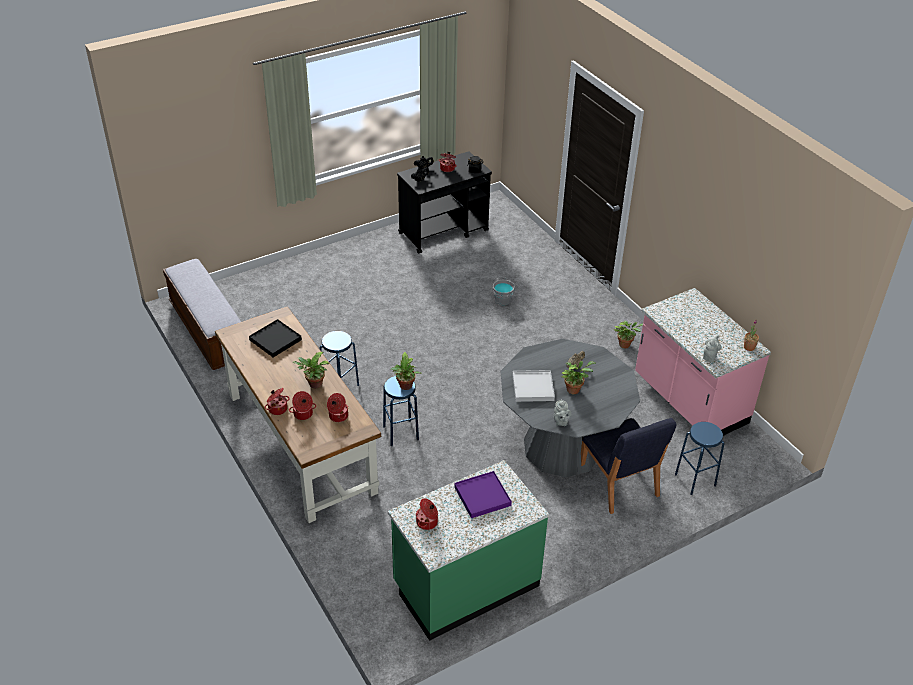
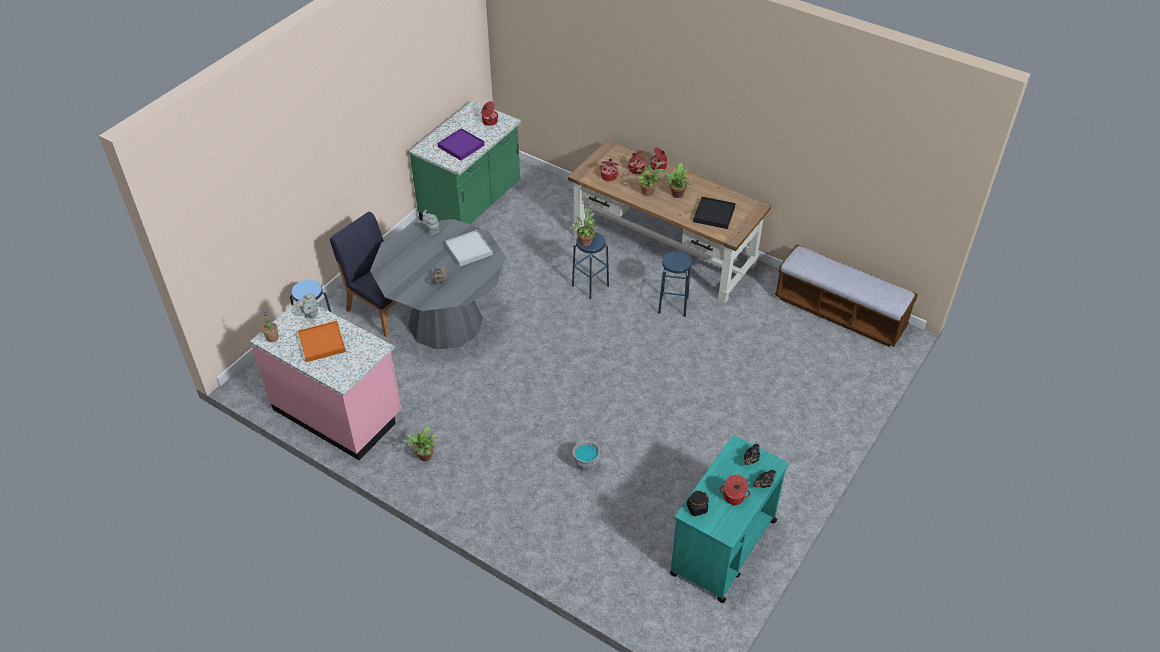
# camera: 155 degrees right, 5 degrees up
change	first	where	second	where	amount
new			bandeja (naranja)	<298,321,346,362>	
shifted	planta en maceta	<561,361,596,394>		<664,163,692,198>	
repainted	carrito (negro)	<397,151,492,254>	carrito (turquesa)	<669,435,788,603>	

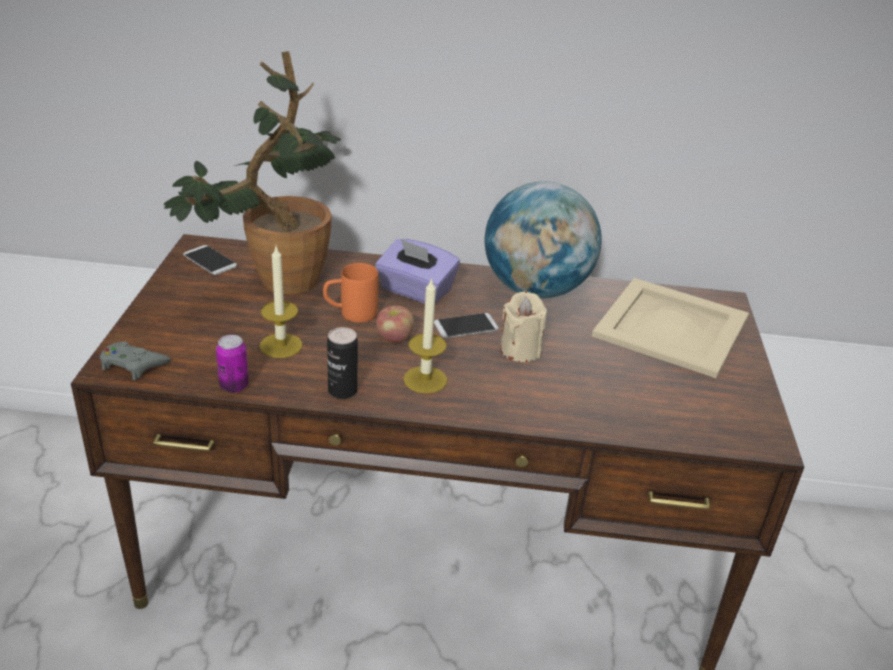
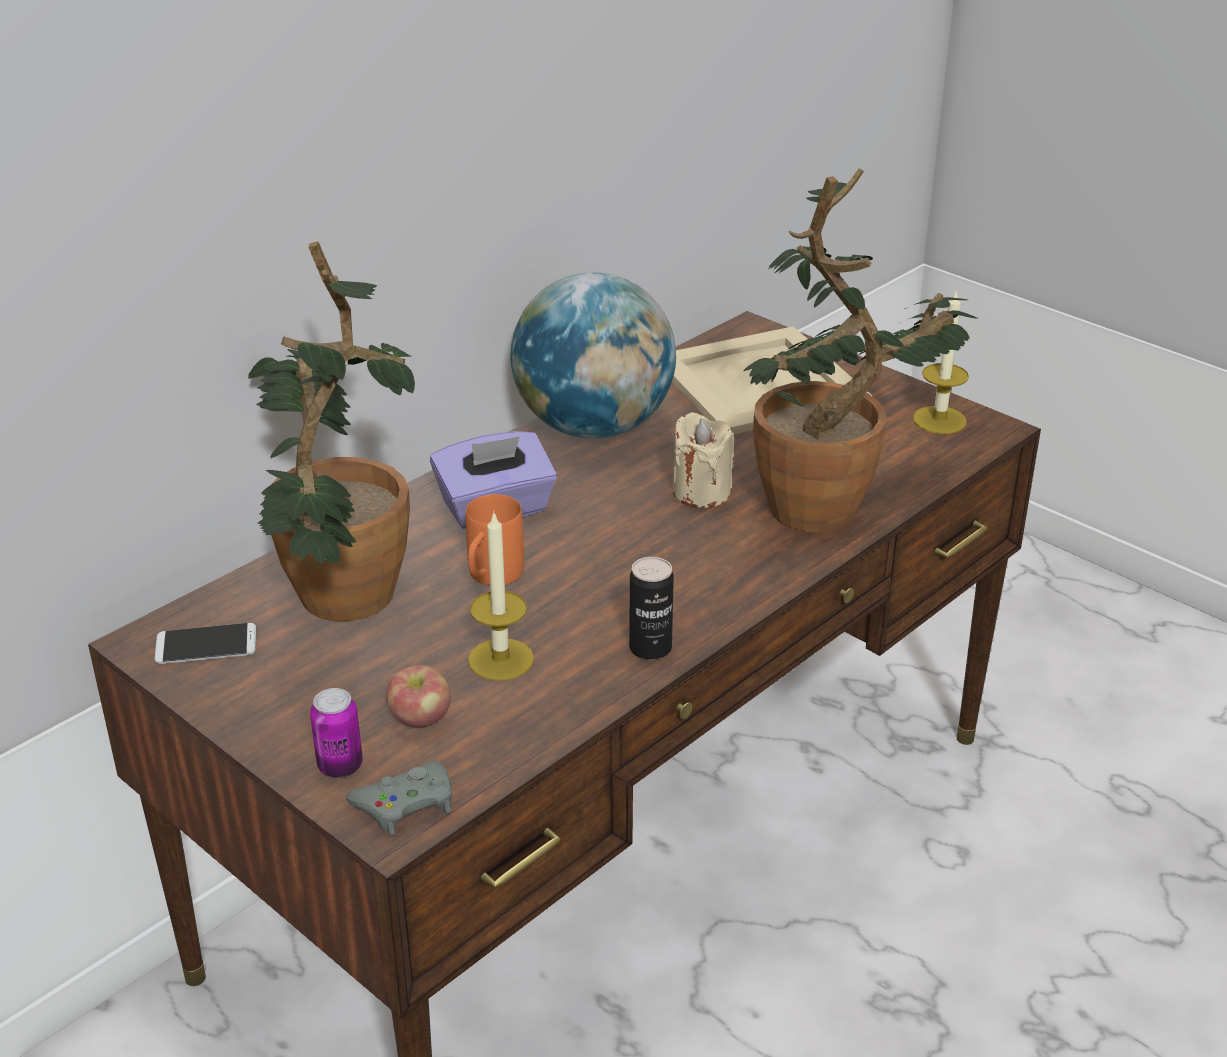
# camera: 50 degrees left, 0 degrees up
change	first	where	second	where	amount
gone	móvil	<434,313,499,338>			
new			planta en maceta	<744,168,977,533>	
shifted	lata	<216,335,249,393>		<310,688,363,778>	
shifted	manzana	<376,306,414,343>		<386,665,451,728>	
shifted	vela	<403,277,447,394>		<913,289,969,434>	

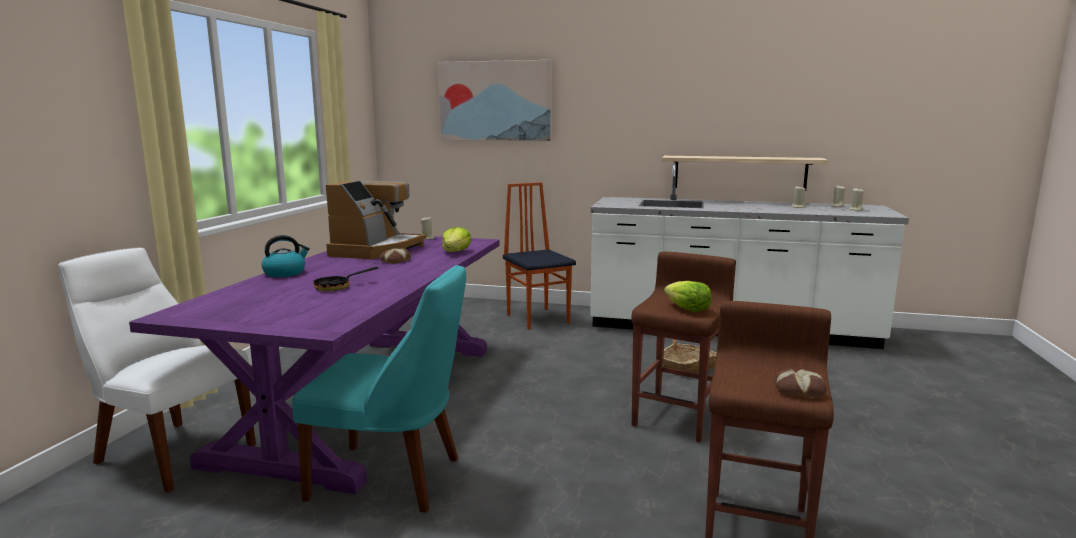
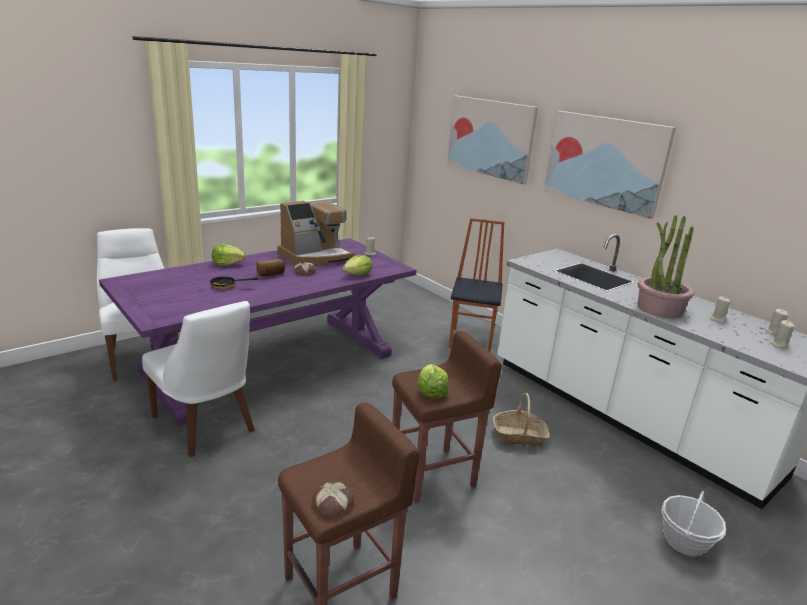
# camera: 35 degrees right, 10 degrees up
change	first	where	second	where	amount
gone	estante	<662,156,828,191>			
new			pan	<257,259,285,277>	
new			cuadro	<544,111,676,219>	
new			planta en maceta	<637,215,694,318>	
new			cesta	<661,491,726,557>	
swapped	hervidor	<262,235,310,277>	lechuga	<212,244,246,266>	
repainted	silla (turquesa)	<292,265,466,513>	silla (blanco)	<142,301,255,457>	

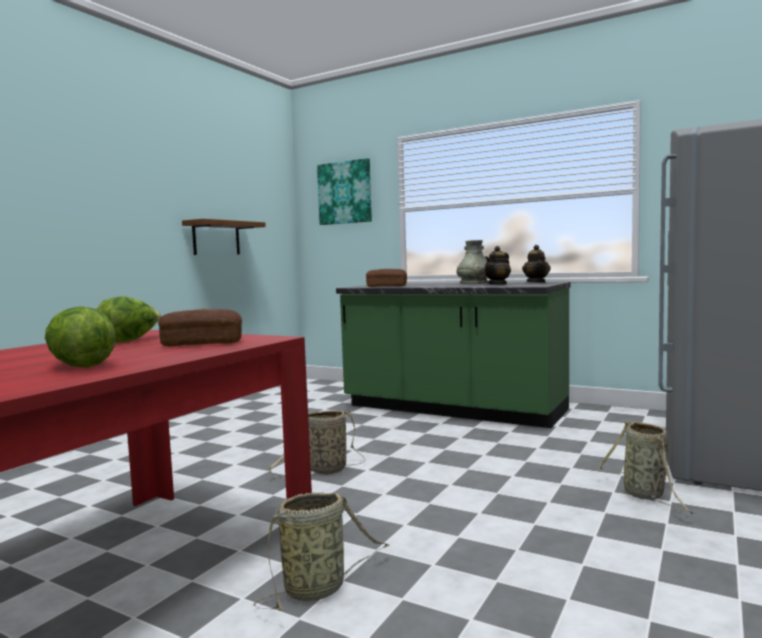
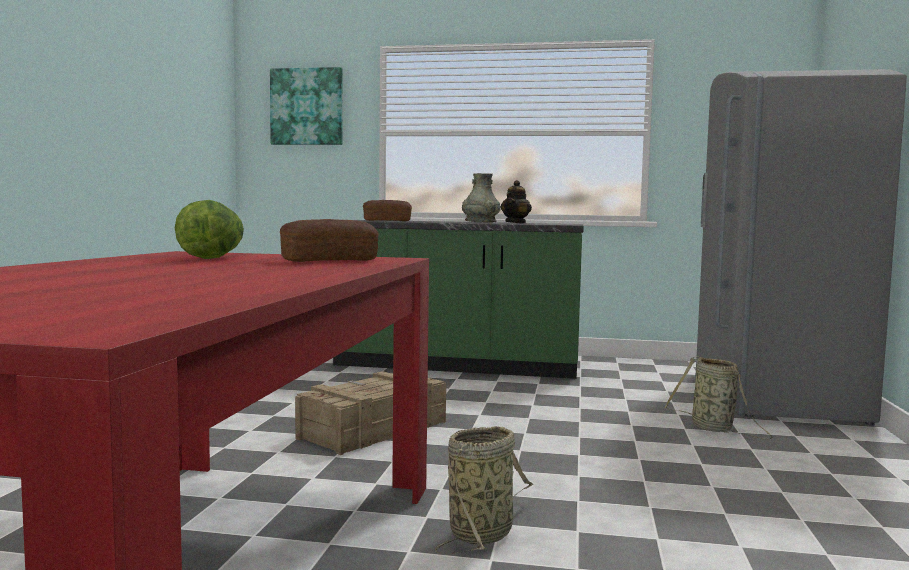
# camera: 20 degrees left, 0 degrees up
change	first	where	second	where	amount
gone	lechuga	<45,306,116,367>			
gone	estante (marrón)	<182,219,266,255>			
gone	tetera	<522,245,551,283>			
swapped	cesta	<268,410,366,479>	caja de embalaje	<295,372,446,455>	

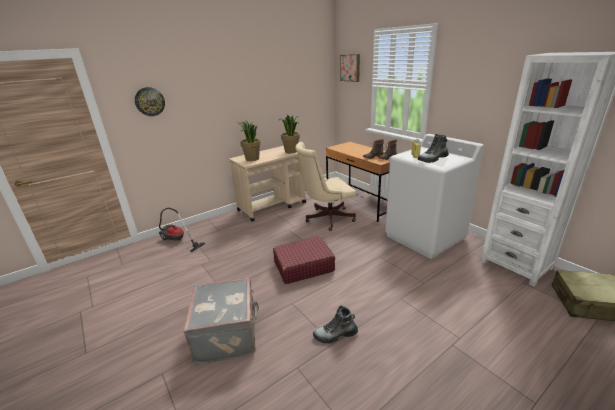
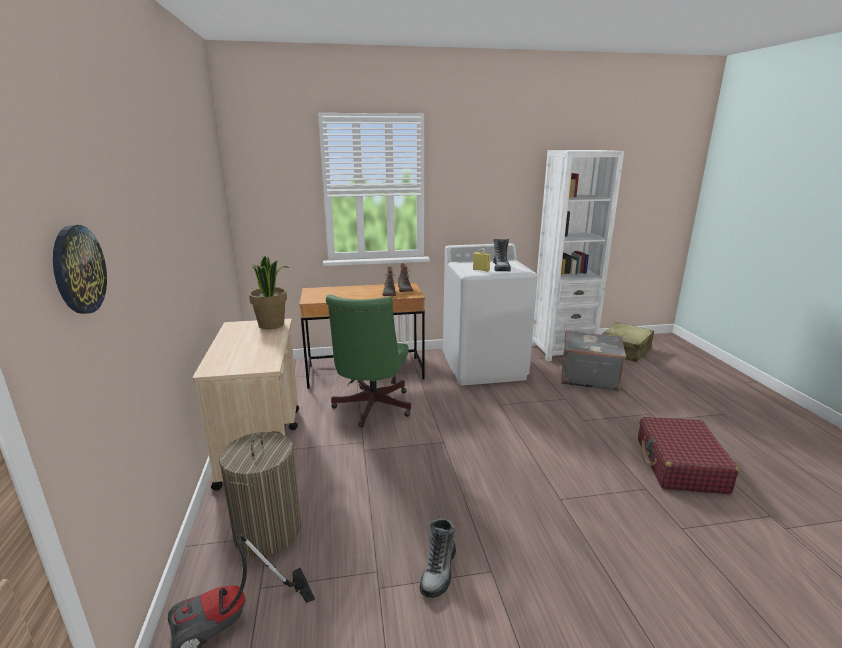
# camera: 65 degrees left, 5 degrees down
change	first	where	second	where	amount
gone	planta en maceta	<237,120,261,161>			
gone	cuadro	<340,54,360,82>			
new			cesto de la ropa	<219,431,301,556>	
shifted	maleta (gris)	<184,278,259,364>		<561,330,626,391>	
shifted	maleta (rojo)	<273,236,335,284>		<638,417,739,494>	
shifted	bota	<313,305,358,343>		<420,518,456,598>	
repainted	silla de oficina (beis)	<295,142,356,231>	silla de oficina (verde)	<326,295,411,428>	

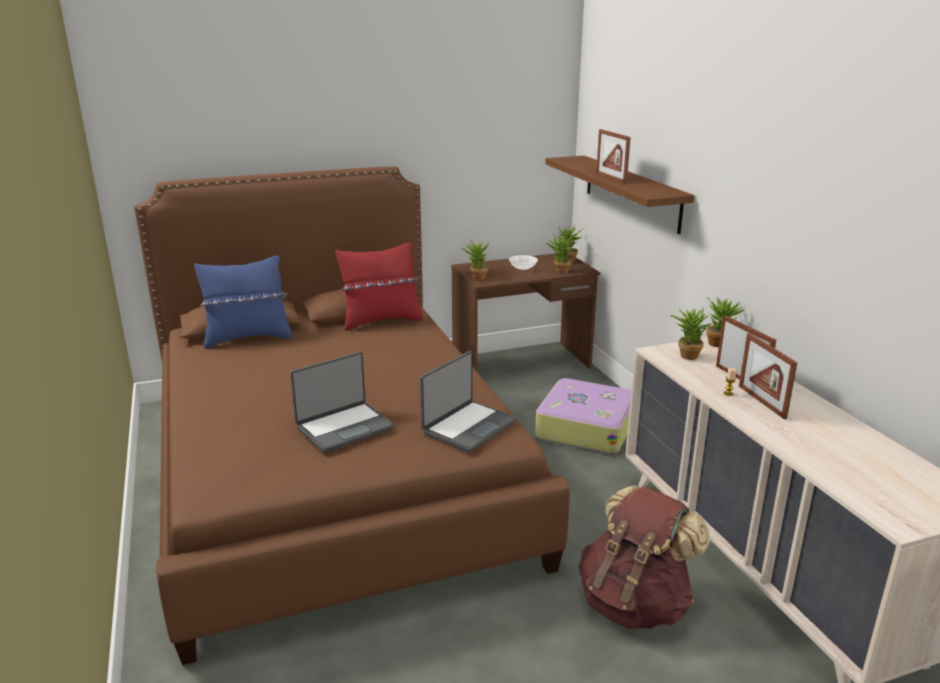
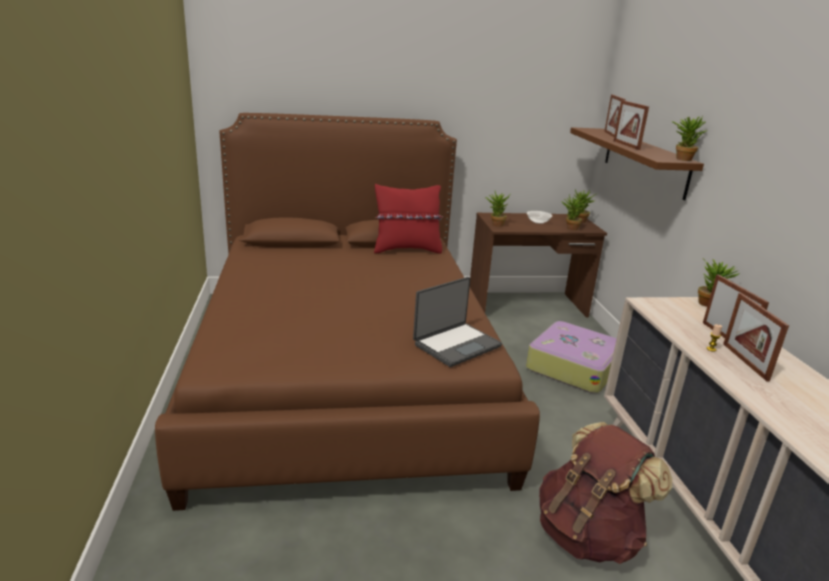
# camera: 10 degrees right, 0 degrees up
change	first	where	second	where	amount
gone	cojín (azul)	<194,256,291,348>			
gone	portátil	<290,352,394,453>			
new			portarretratos	<604,95,625,137>	
shifted	planta en maceta	<670,305,711,360>		<672,115,708,161>	

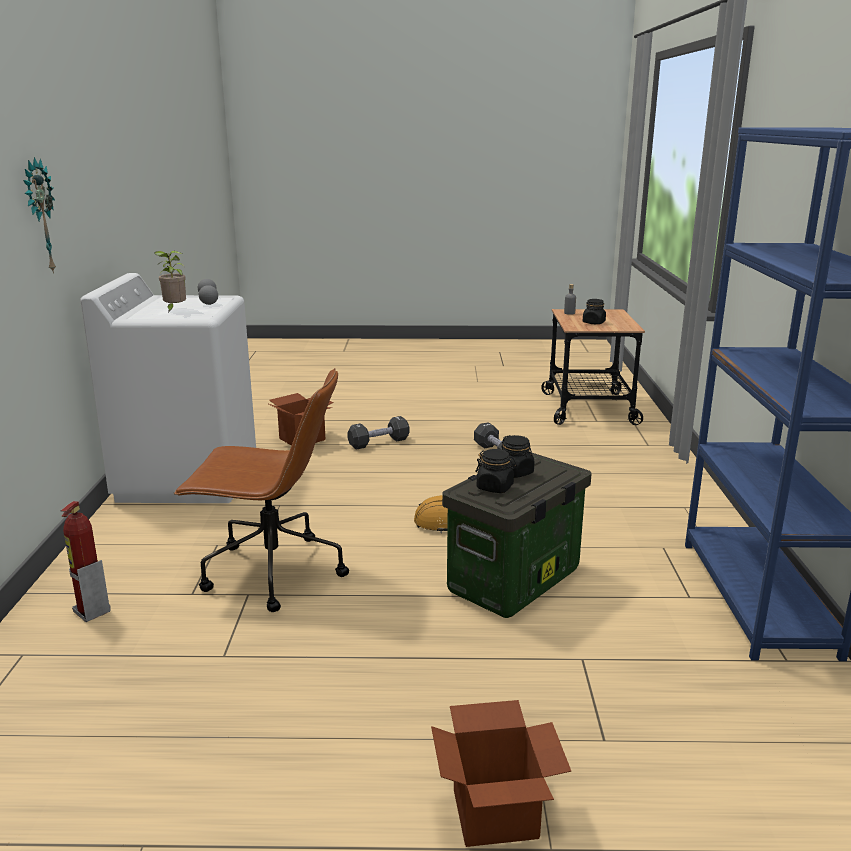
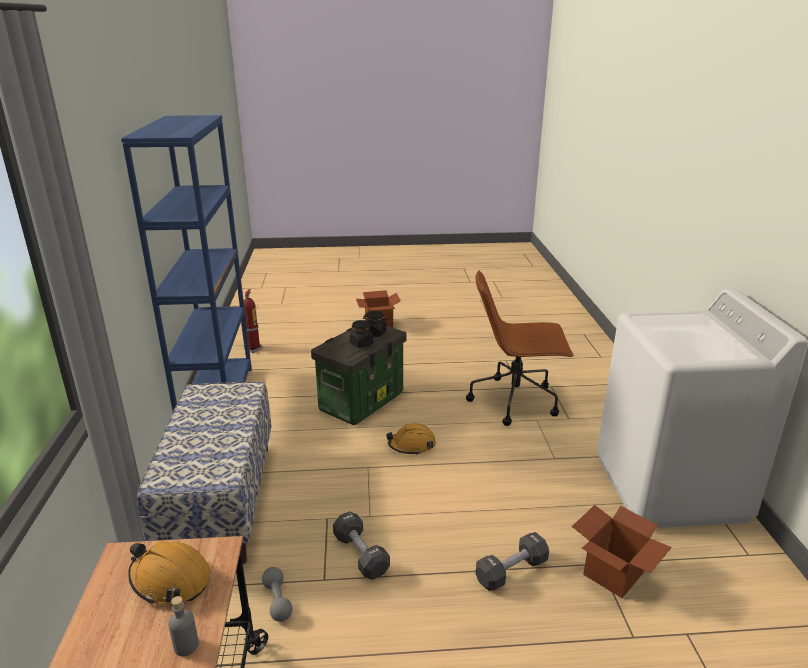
# camera: 175 degrees right, 5 degrees up
change	first	where	second	where	amount
gone	reloj de pared	<23,157,56,274>			
gone	planta en maceta	<154,251,186,313>			
new			banco	<137,382,272,564>	
shifted	extintor	<61,501,110,622>		<241,289,263,353>	
shifted	mancuerna (gris)	<198,279,218,305>		<262,567,293,622>	
swapped	tarro (negro)	<583,299,606,324>	casco (naranja)	<128,541,211,604>	

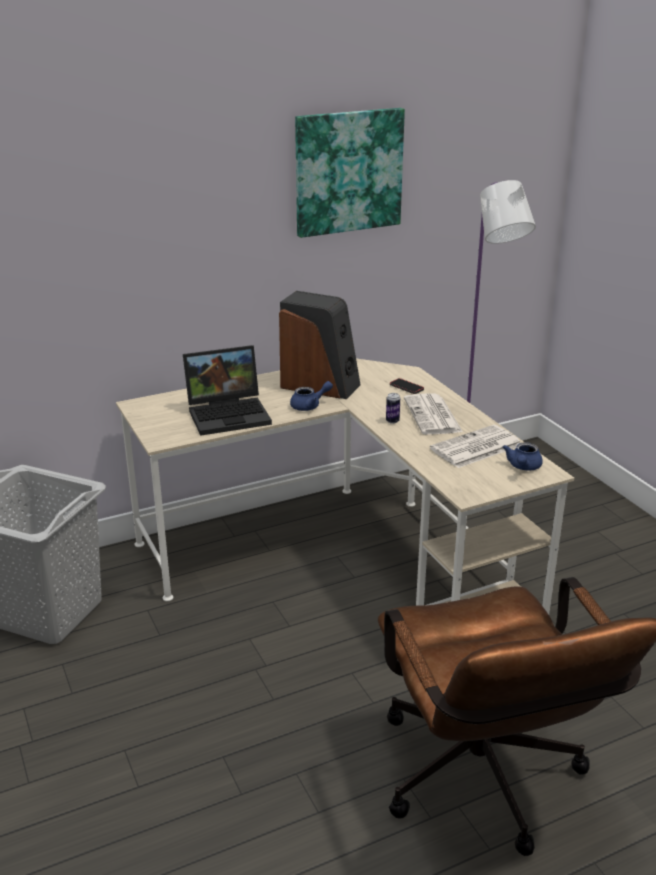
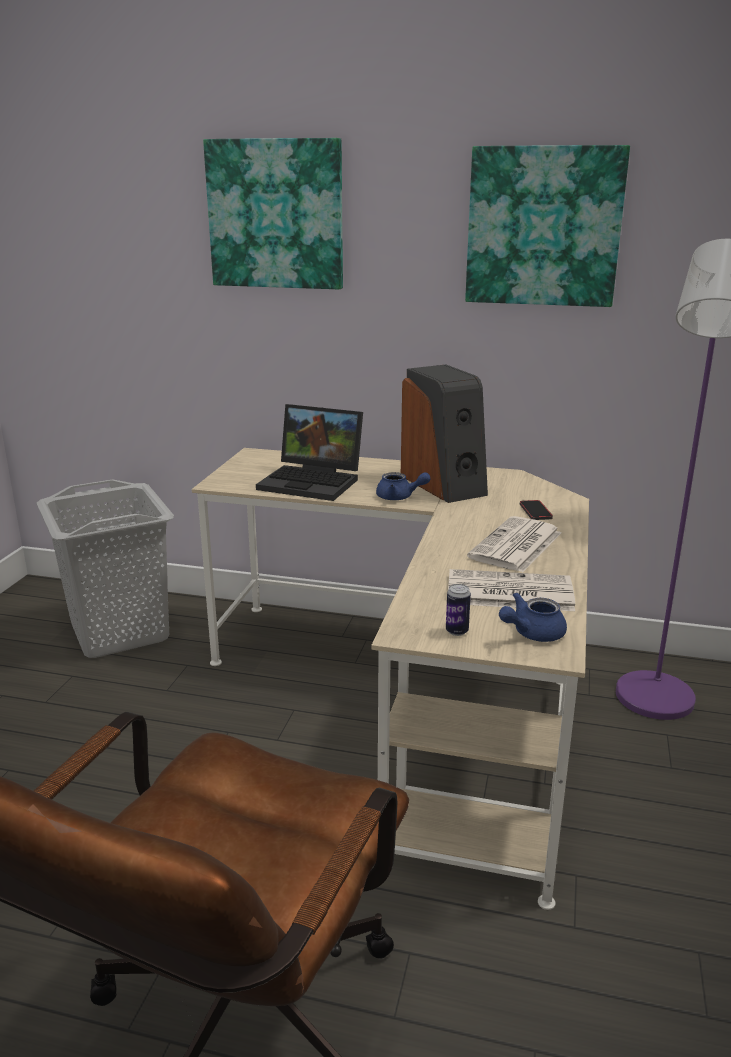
# camera: 40 degrees right, 5 degrees down
change	first	where	second	where	amount
new			cuadro	<203,138,343,290>	
shifted	lata	<386,393,400,424>		<446,584,471,636>	

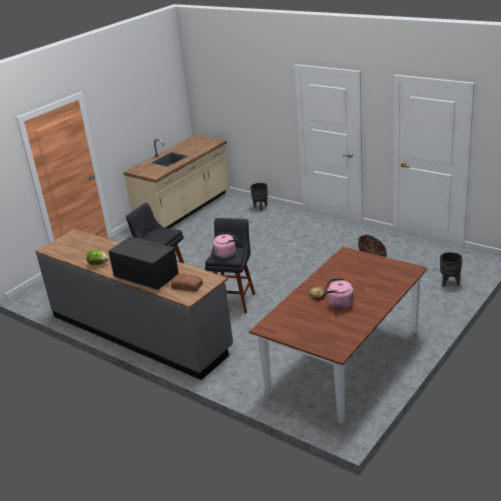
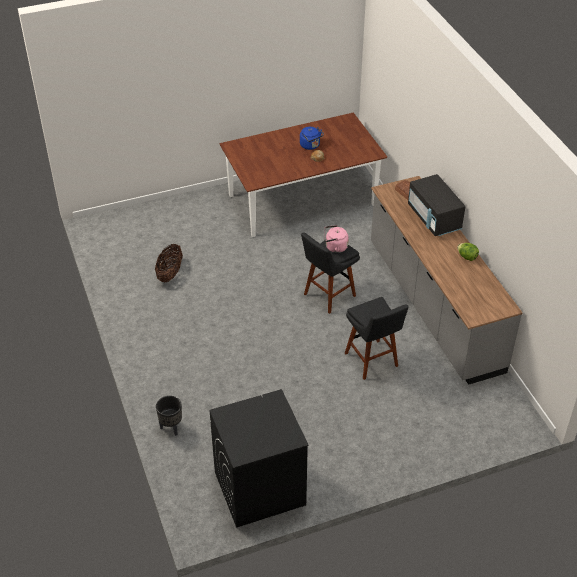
# camera: 150 degrees left, 15 degrees up
change	first	where	second	where	amount
gone	maceta (negro)	<440,252,462,287>			
swapped	mueble bajo de cocina (beis)	<123,135,229,229>	lavadora (negro)	<209,389,309,528>	
repainted	hervidor (rosa)	<324,278,354,309>	hervidor (azul)	<300,127,324,150>	

